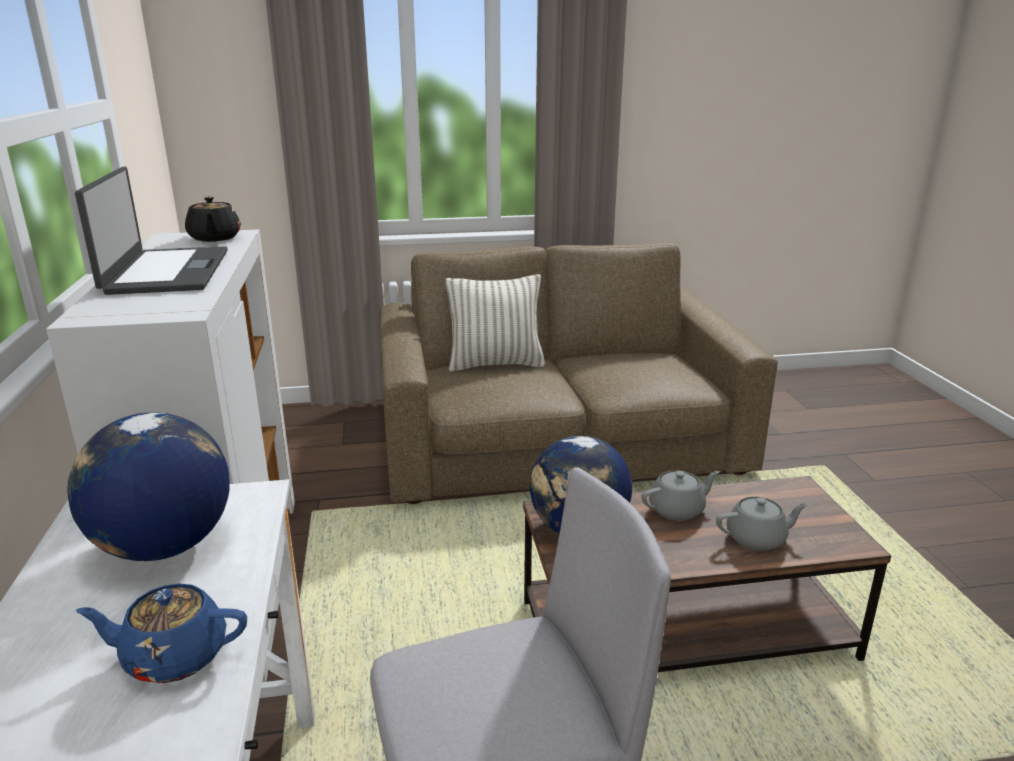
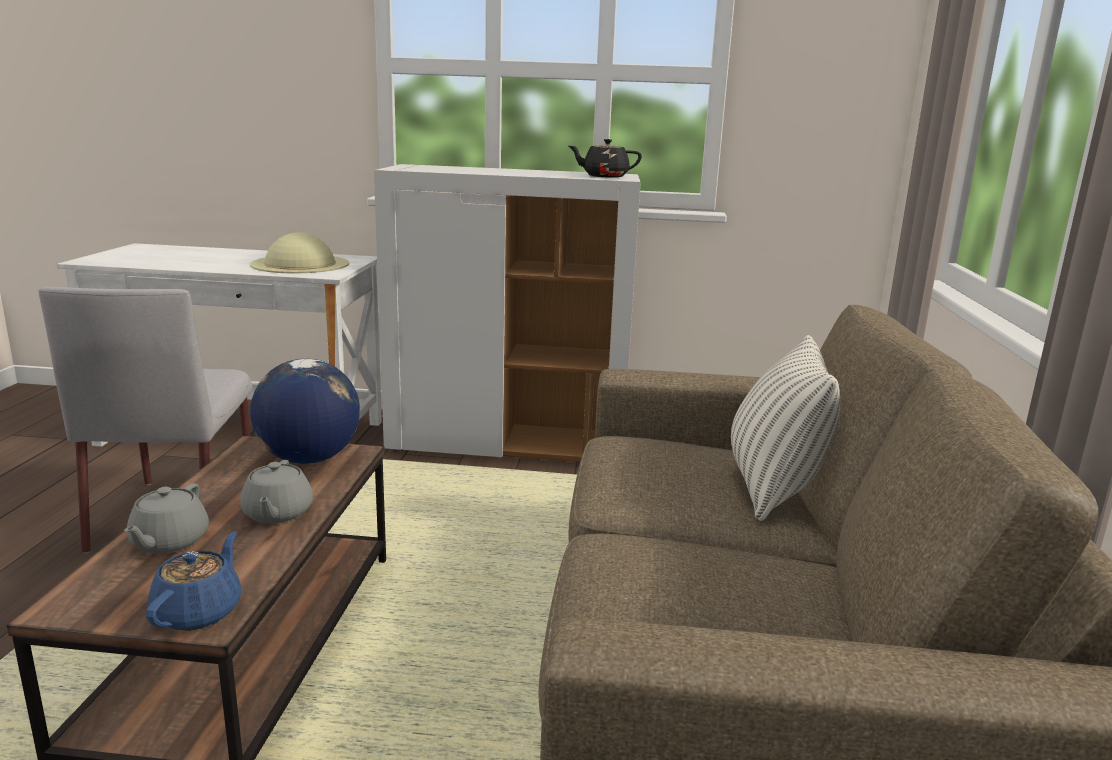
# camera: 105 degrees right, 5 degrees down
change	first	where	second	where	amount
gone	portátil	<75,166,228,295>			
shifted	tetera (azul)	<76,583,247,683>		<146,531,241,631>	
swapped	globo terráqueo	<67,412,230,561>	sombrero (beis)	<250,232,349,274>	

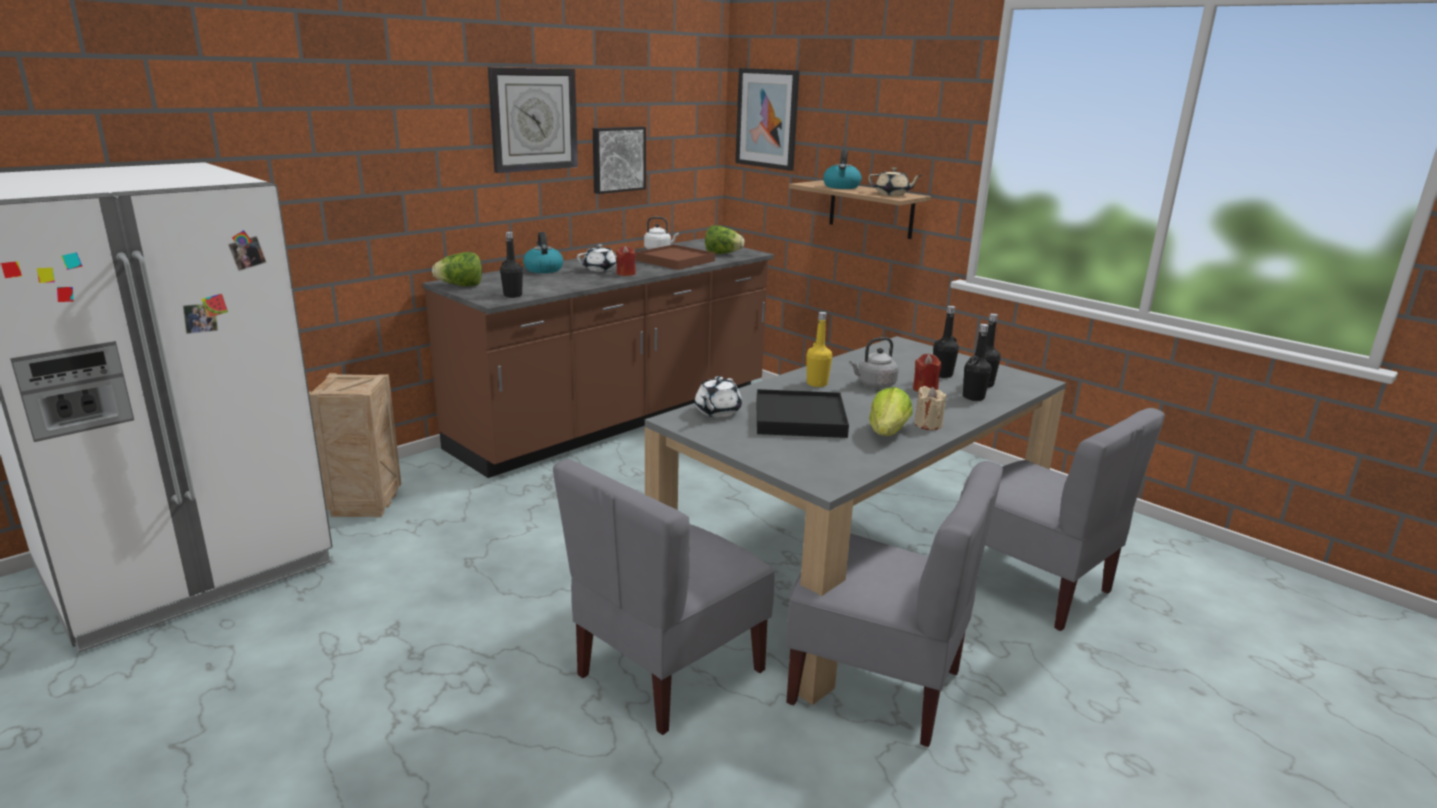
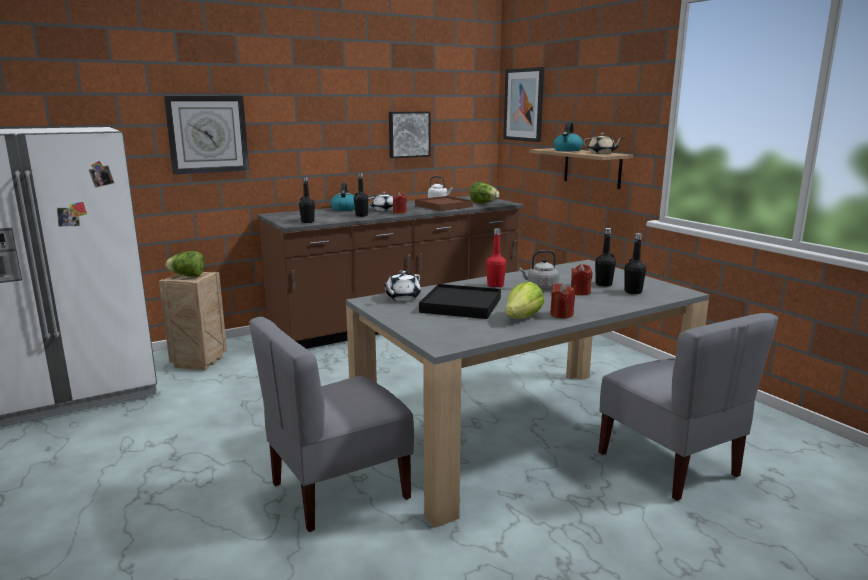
# camera: 15 degrees right, 5 degrees down
change	first	where	second	where	amount
gone	silla (gris)	<786,461,1003,747>			
shifted	lechuga	<432,252,482,286>		<165,251,204,277>	
shifted	reloj de pared	<488,67,578,173>		<164,96,249,175>	
shifted	botella (negro)	<963,324,992,401>		<354,173,369,217>	
repainted	botella (amarillo)	<806,312,832,387>	botella (rojo)	<486,228,506,287>	
repainted	vela (beis)	<914,386,946,430>	vela (rojo)	<550,283,575,318>	

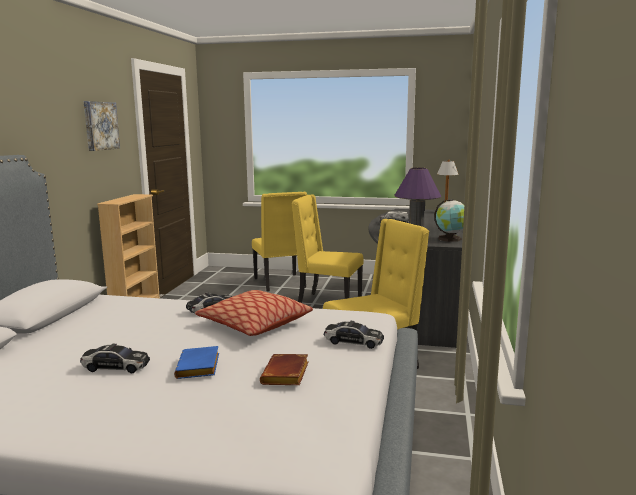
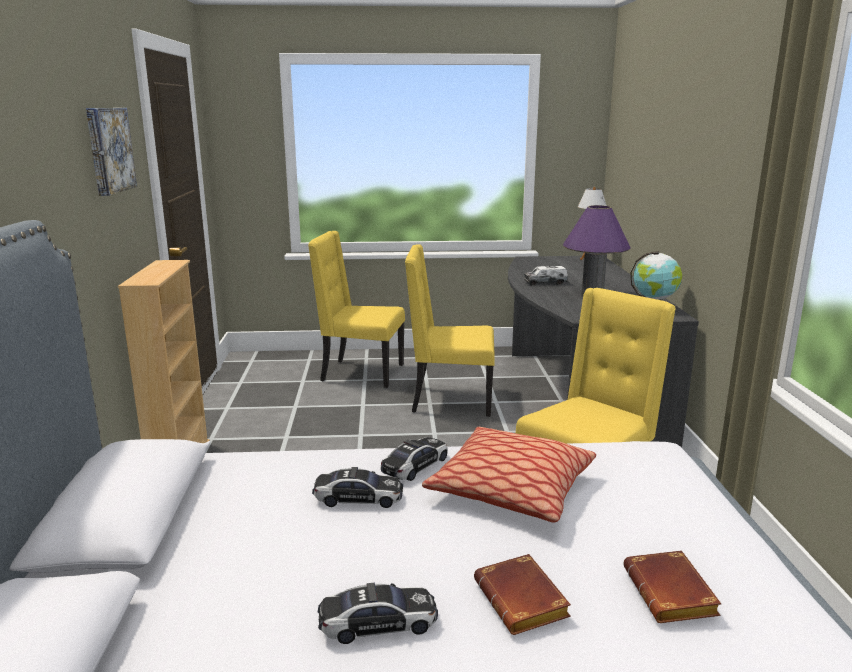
# camera: 15 degrees left, 5 degrees up
change	first	where	second	where	amount
shifted	coche de juguete	<324,321,384,349>		<312,467,403,508>	
repainted	libro (azul)	<174,346,219,379>	libro (marrón)	<474,554,571,635>	
rotated	silla (amarillo)	<252,192,307,292>		<308,231,405,388>	135 degrees clockwise

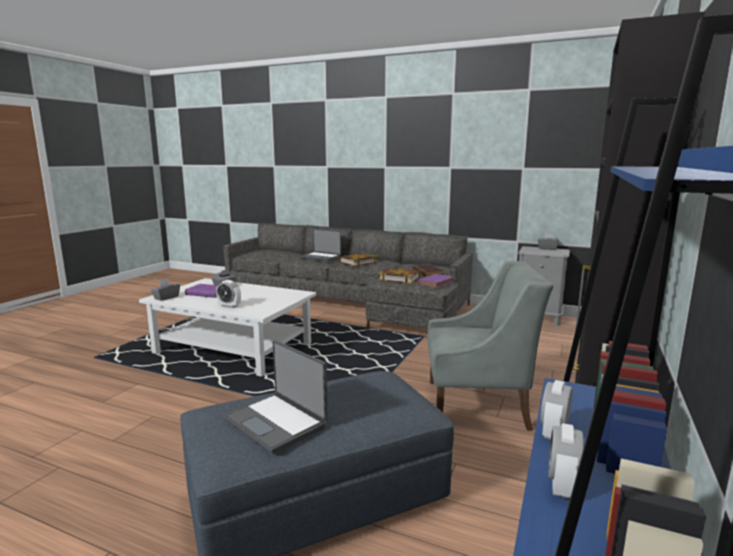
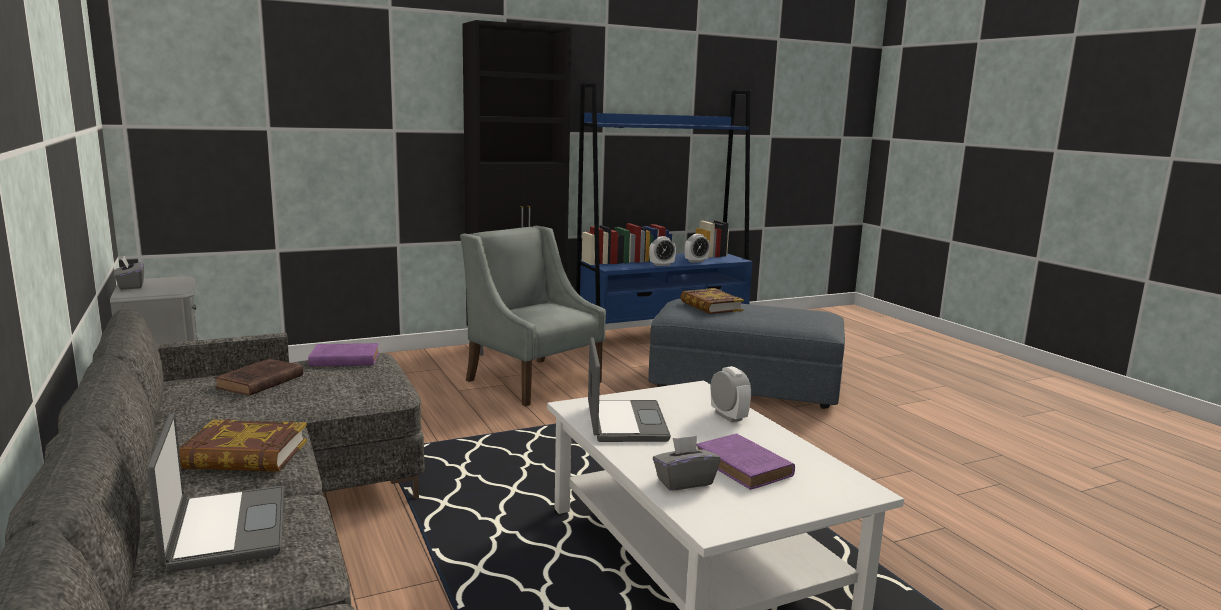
# camera: 140 degrees left, 0 degrees up
change	first	where	second	where	amount
gone	caja de pañuelos (gris)	<151,279,180,301>			
shifted	portátil	<224,340,328,454>		<588,337,671,442>	
shifted	libro	<378,268,420,284>		<680,288,744,314>	

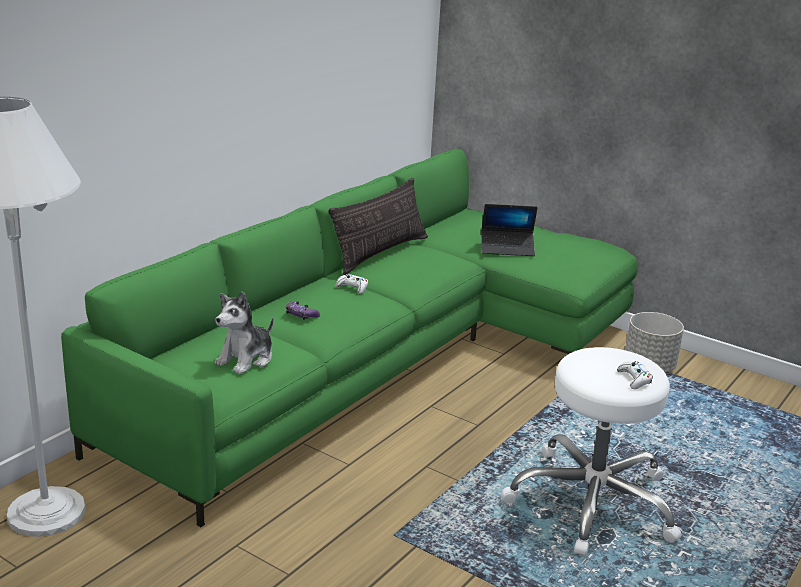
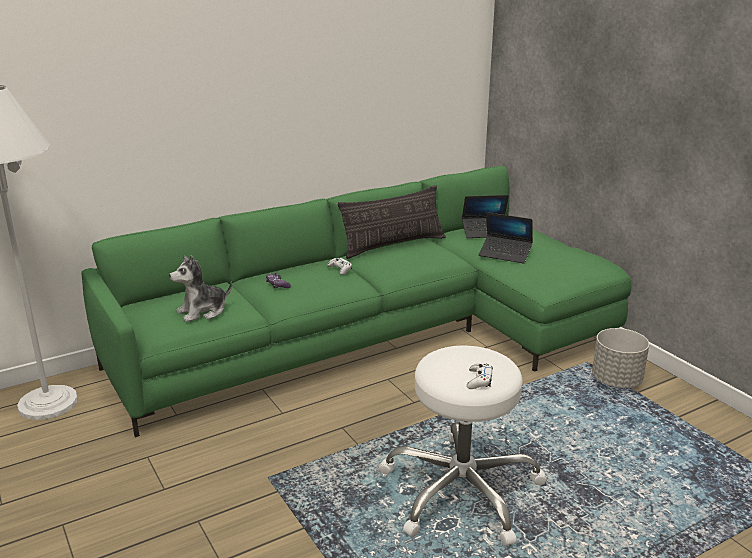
# camera: 25 degrees right, 0 degrees up
change	first	where	second	where	amount
new			portátil	<462,195,509,238>	

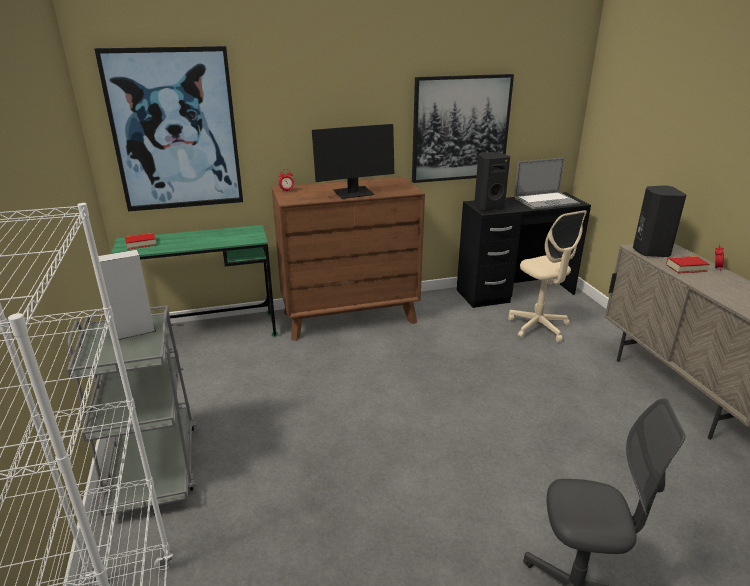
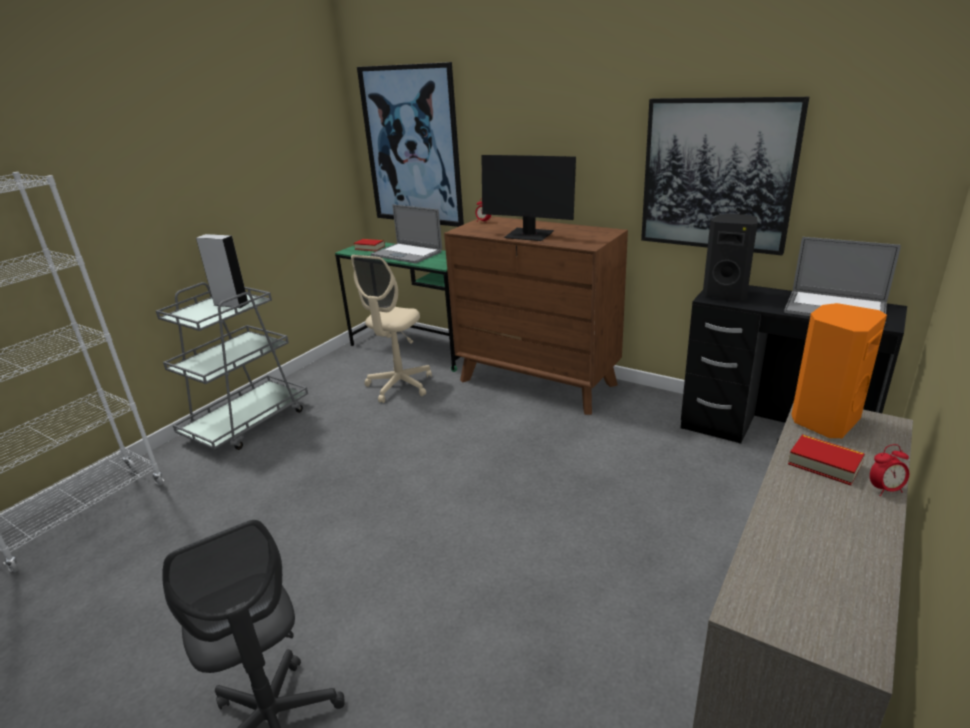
# camera: 50 degrees right, 0 degrees up
change	first	where	second	where	amount
new			portátil	<371,204,442,263>	
shifted	silla de oficina (beis)	<508,210,587,342>		<351,255,432,403>	
repainted	altavoz (negro)	<633,185,687,257>	altavoz (naranja)	<791,303,887,438>	

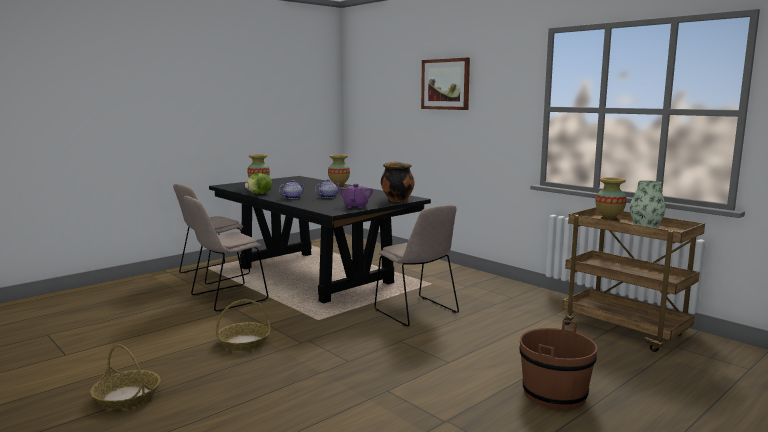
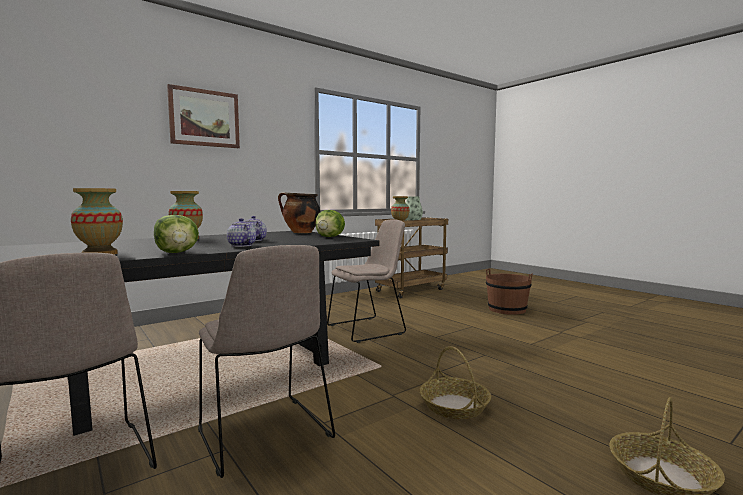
# camera: 85 degrees left, 5 degrees down
change	first	where	second	where	amount
swapped	tetera (morado)	<339,184,373,209>	lechuga	<316,210,345,237>	

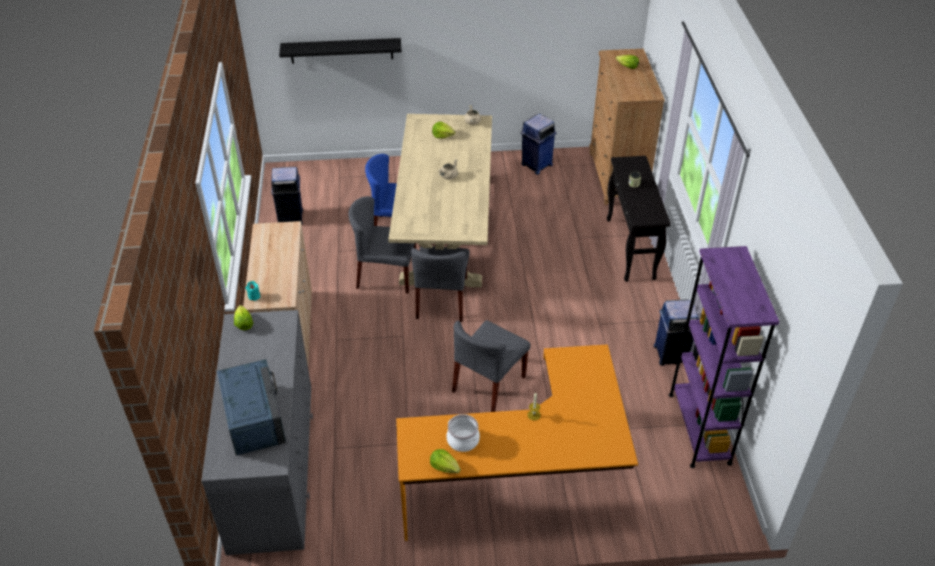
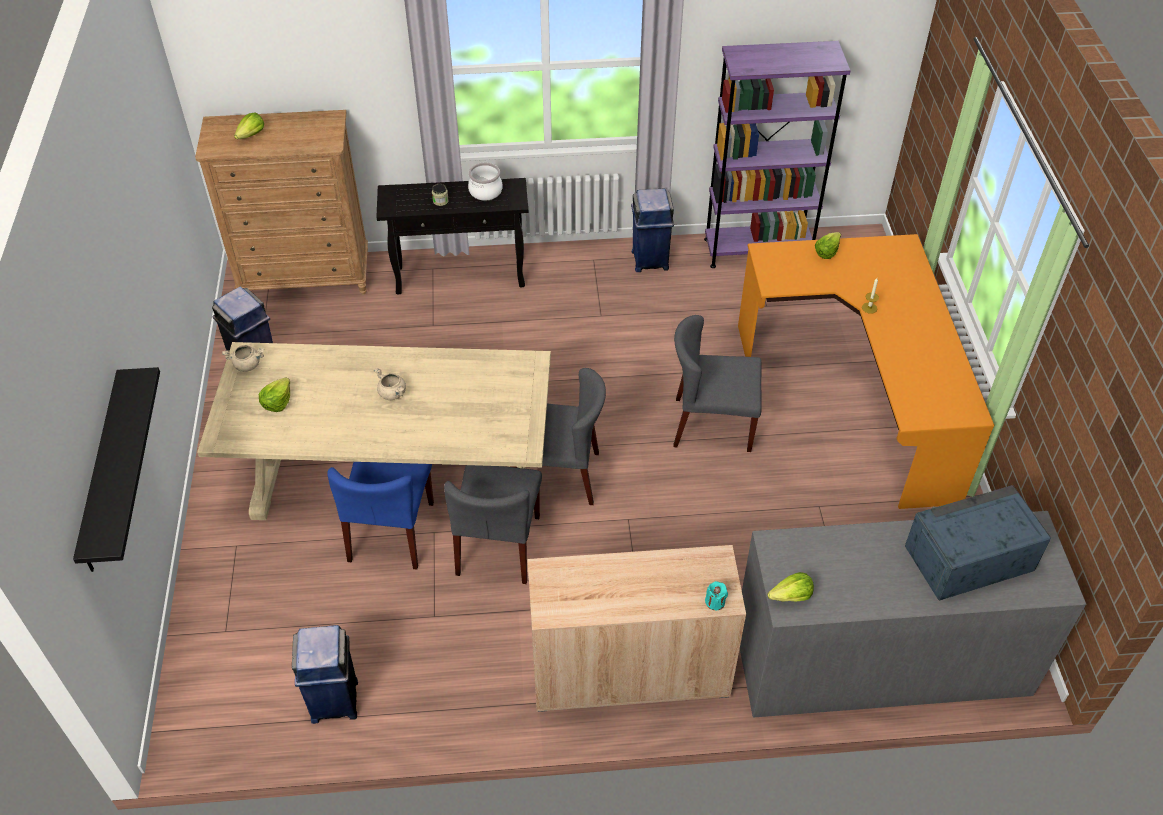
# camera: 90 degrees left, 5 degrees up
change	first	where	second	where	amount
shifted	lechuga	<430,449,461,473>		<815,232,841,259>	
shifted	olla	<447,414,480,452>		<468,162,503,201>	
rotated	silla (gris)	<452,320,531,412>		<673,315,762,452>	150 degrees clockwise

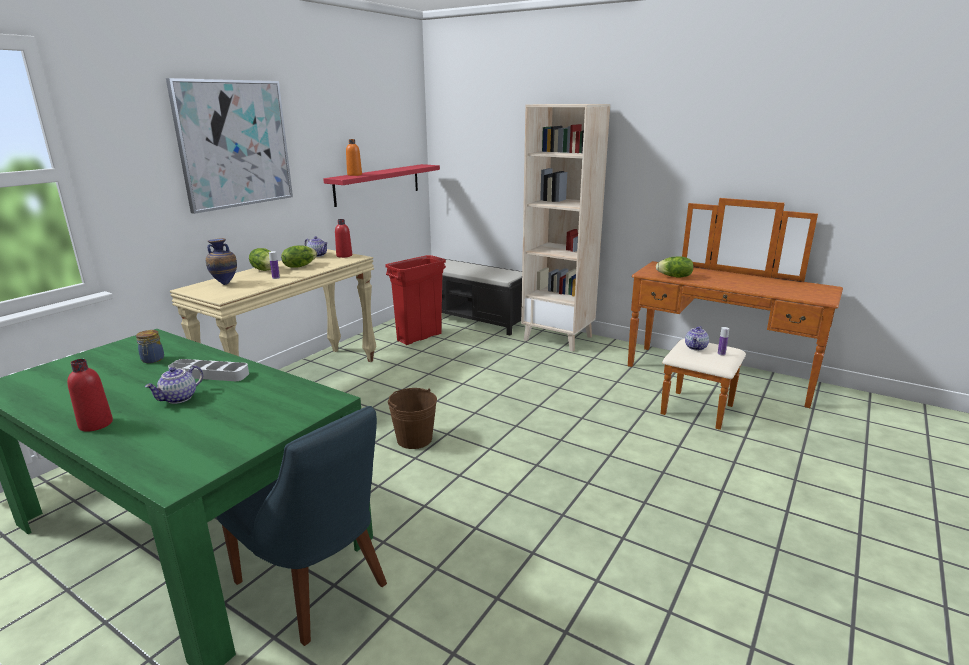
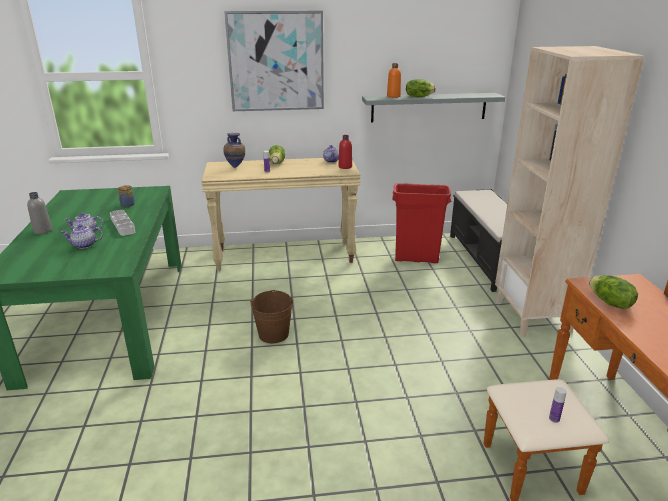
# camera: 50 degrees right, 5 degrees up
change	first	where	second	where	amount
gone	silla (azul)	<217,406,387,646>			
shifted	lechuga	<281,245,317,268>		<406,79,436,97>	
shifted	tetera	<685,326,709,351>		<61,224,103,249>	
repainted	botella (rojo)	<67,359,113,432>	botella (gris)	<27,192,52,234>	
repainted	estante (rojo)	<323,164,440,207>	estante (gris)	<362,93,506,122>	

